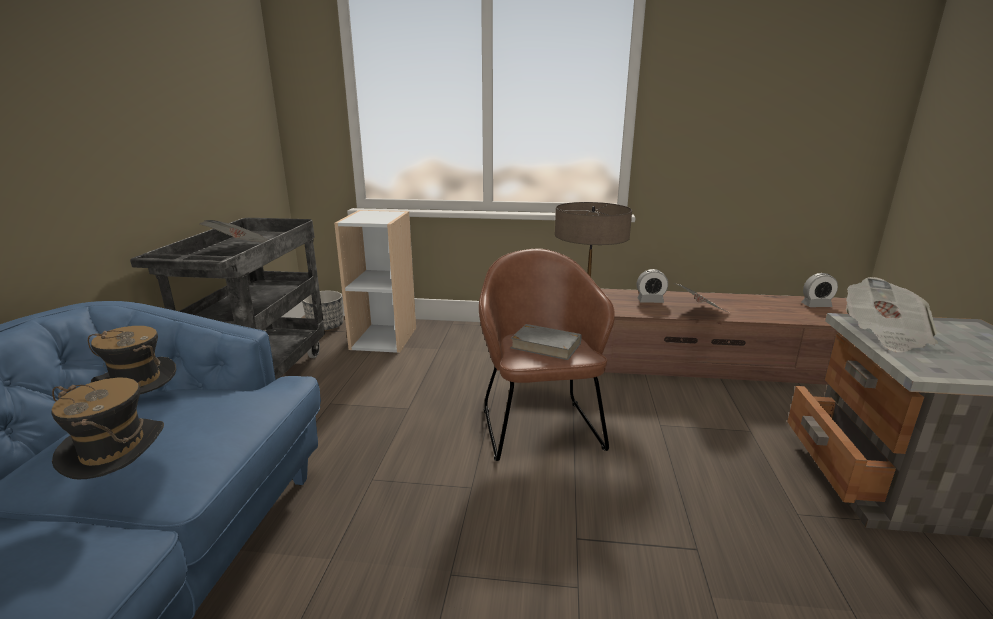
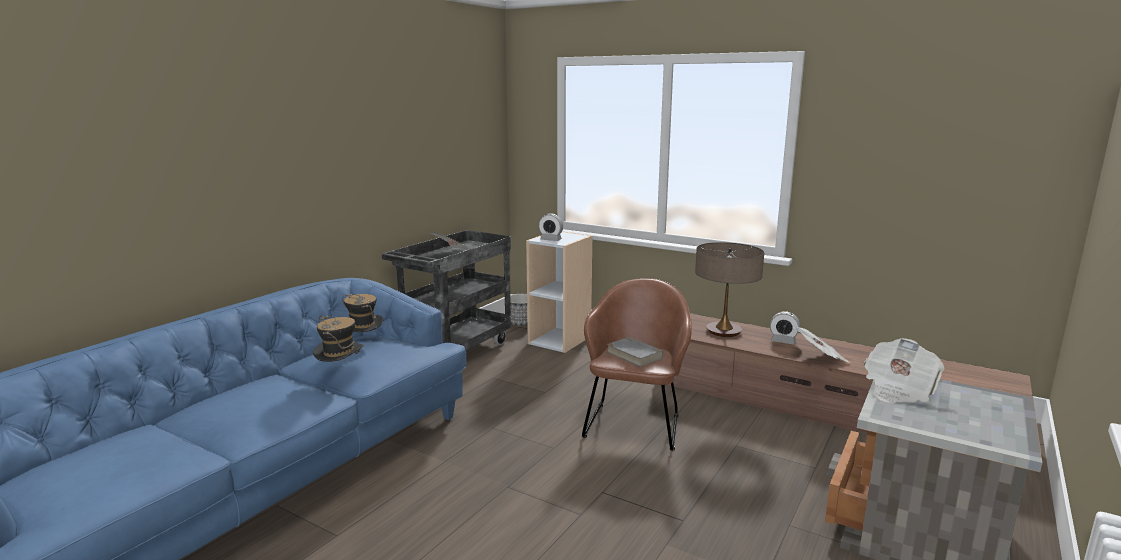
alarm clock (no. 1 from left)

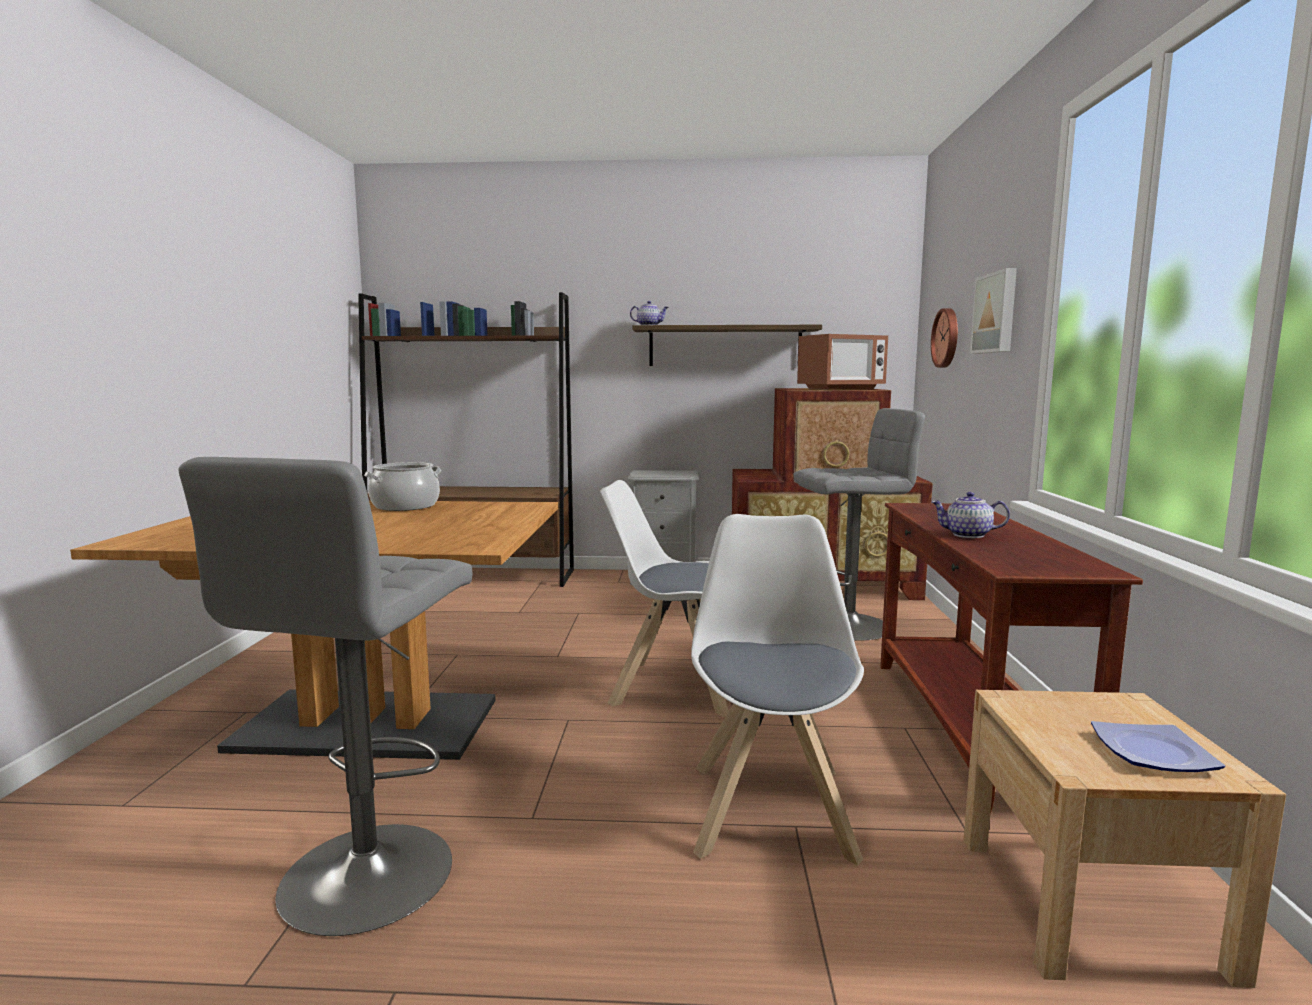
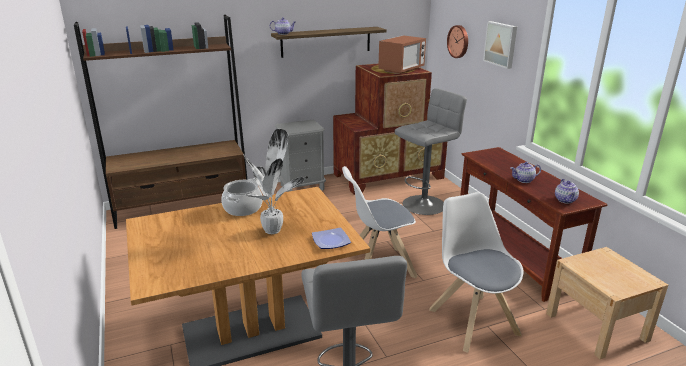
flat dish
houseplant
tea pot (no. 3 from left)

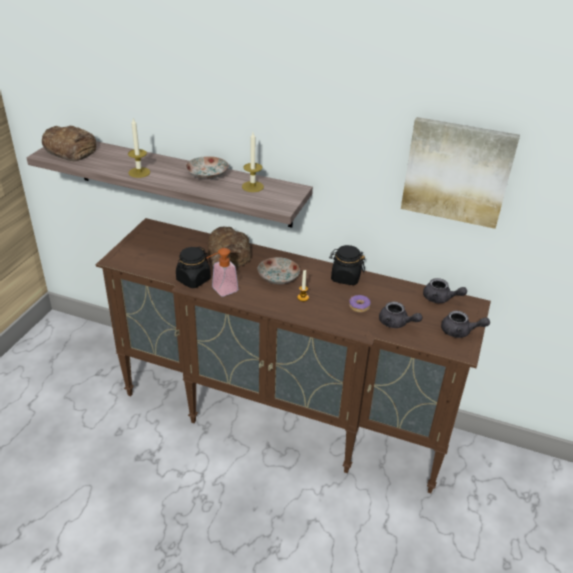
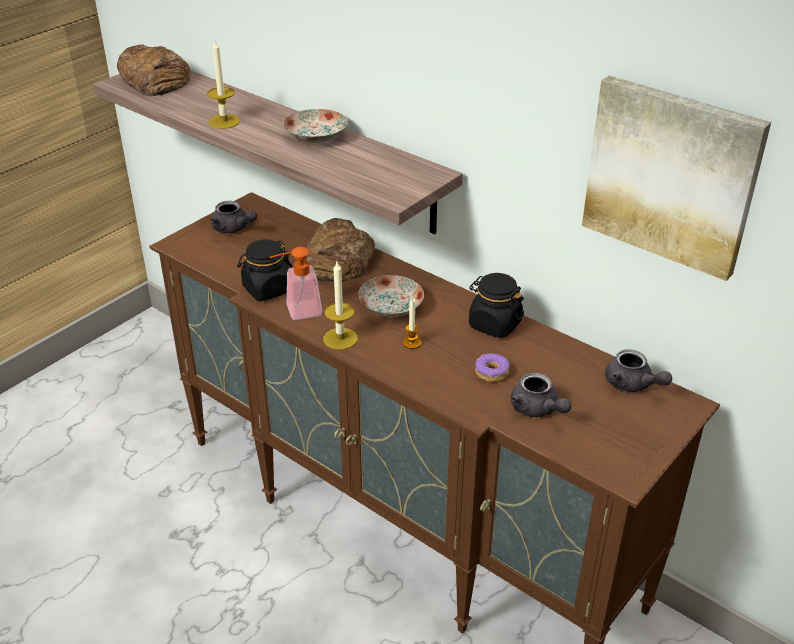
candle (no. 2 from left)
greyish tea pot (no. 1 from left)

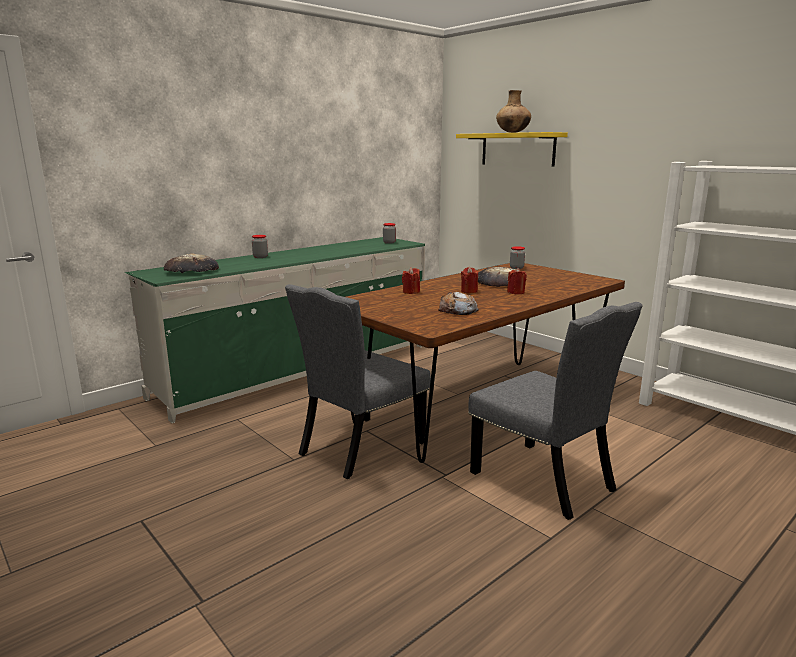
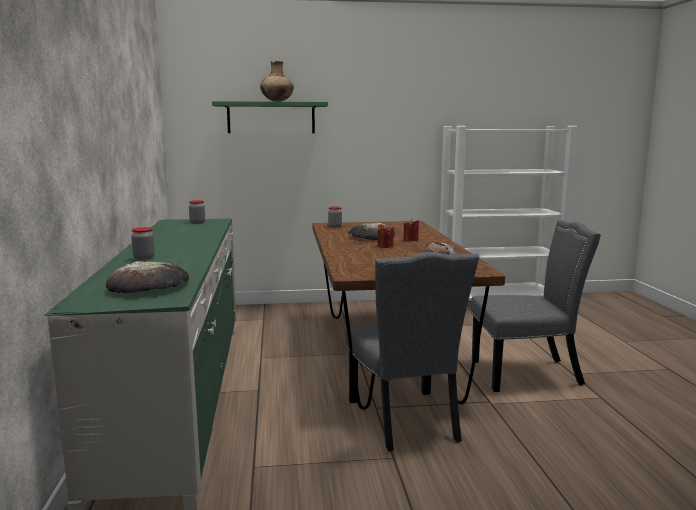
red-coloured candle (no. 1 from left in the first image)
greenish bracket shelf

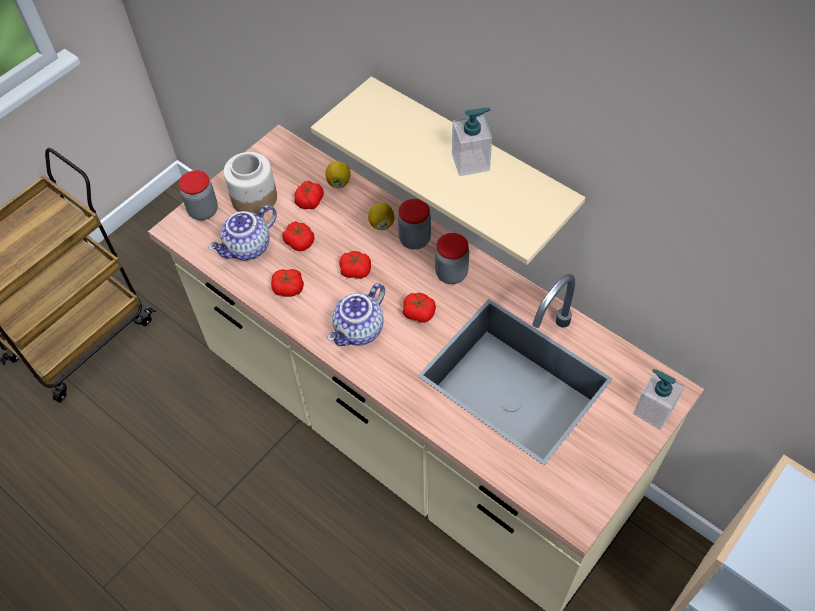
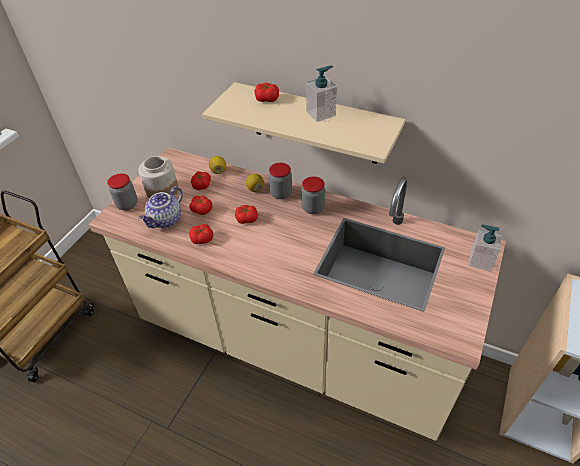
tea pot (no. 2 from left in the first image)
tomato (no. 5 from left)

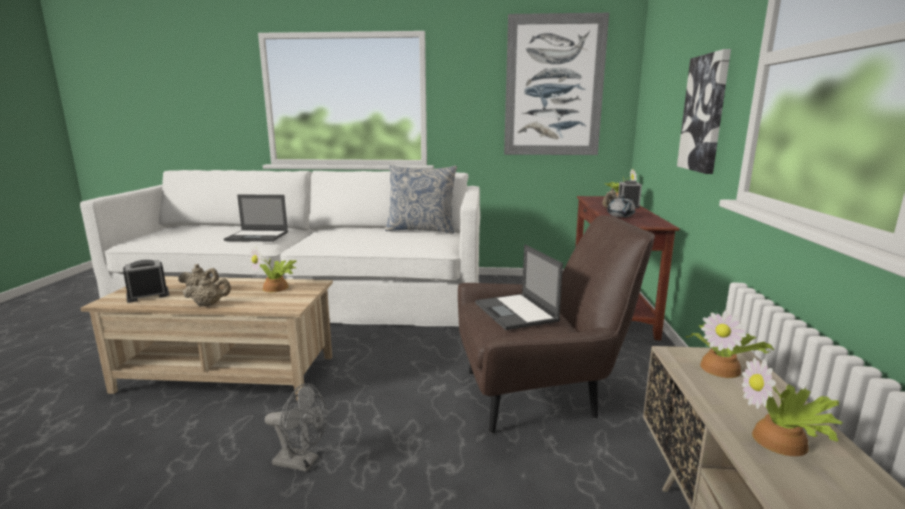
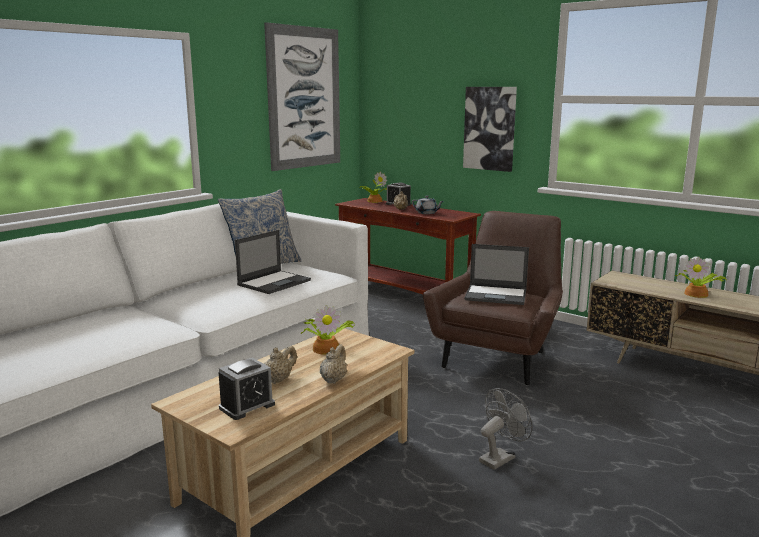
alarm clock (no. 1 from left)
notebook computer (no. 1 from left)
houseplant (no. 3 from left in the first image)

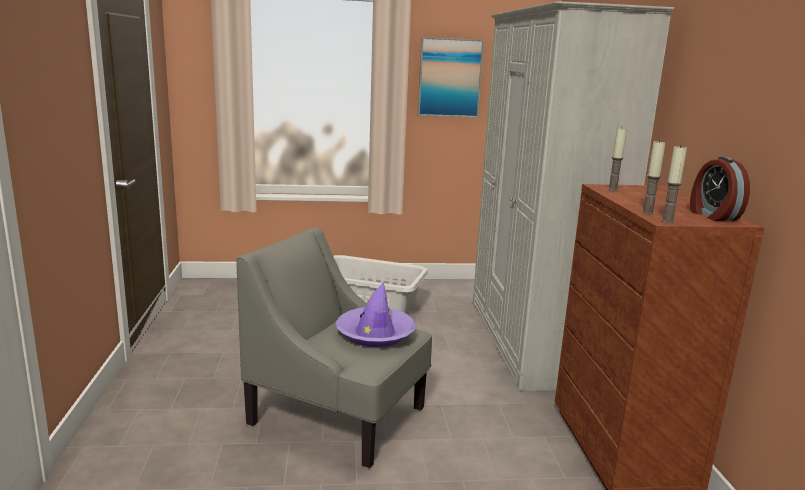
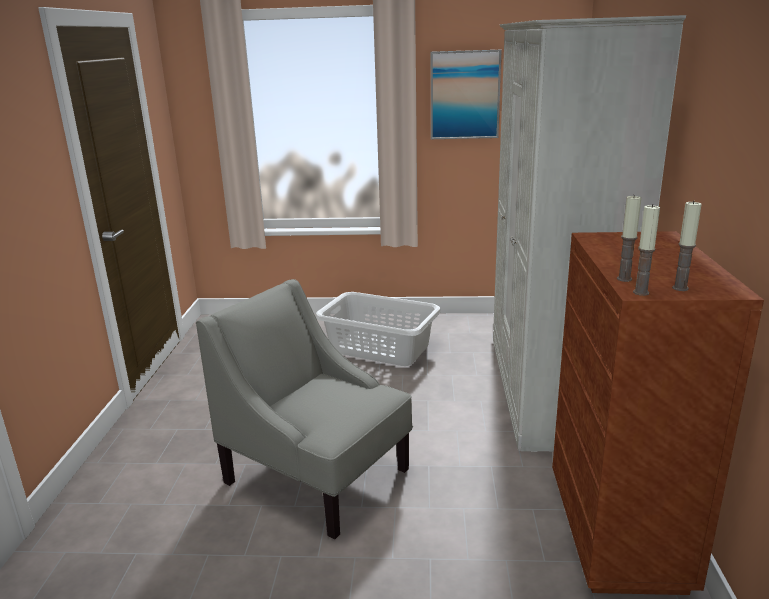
purplish hat
candle (no. 3 from left)
alarm clock

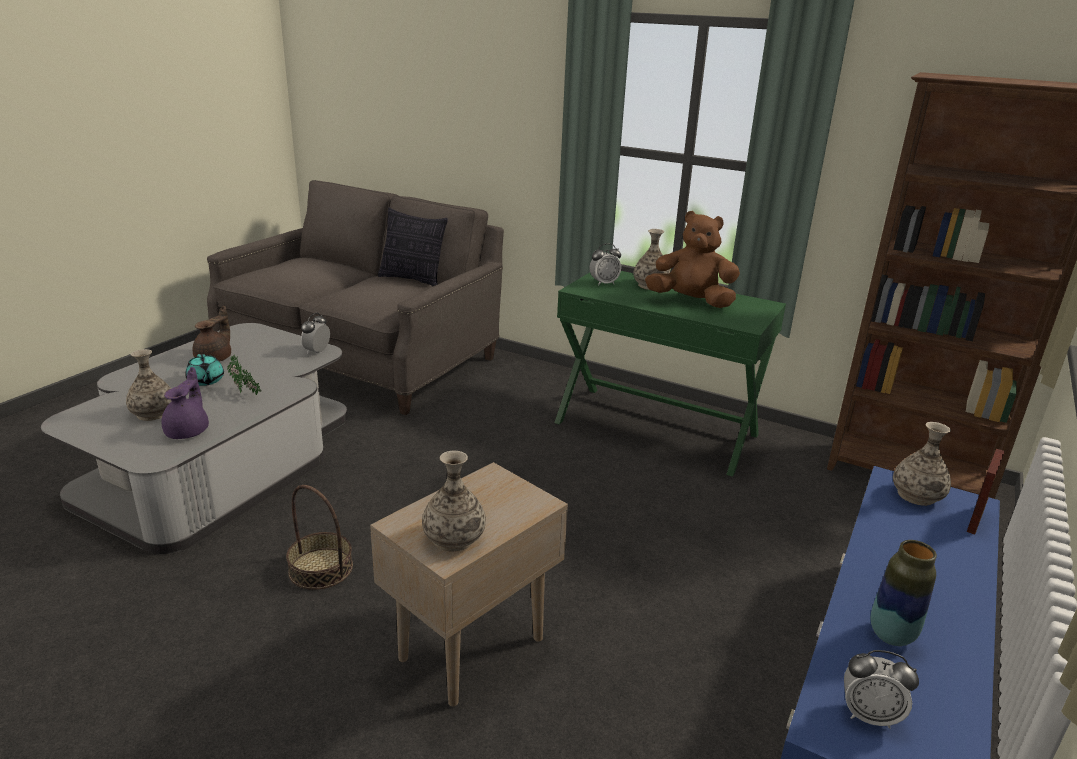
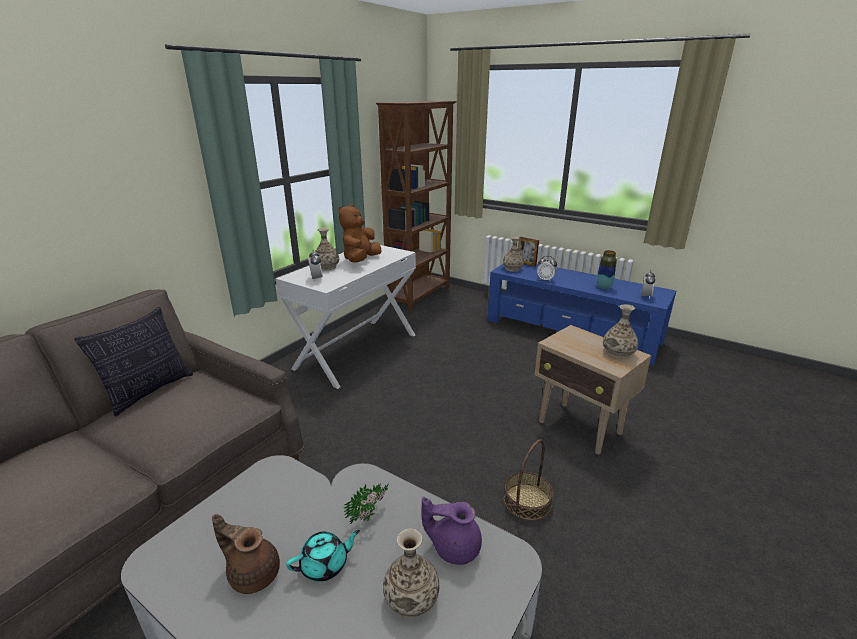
alarm clock (no. 2 from left)
white console table

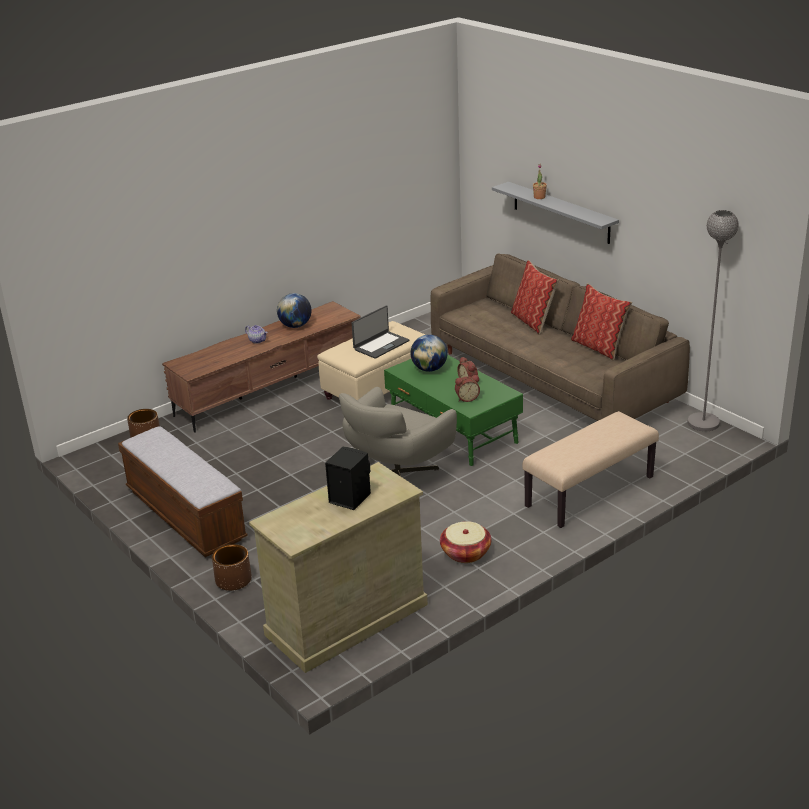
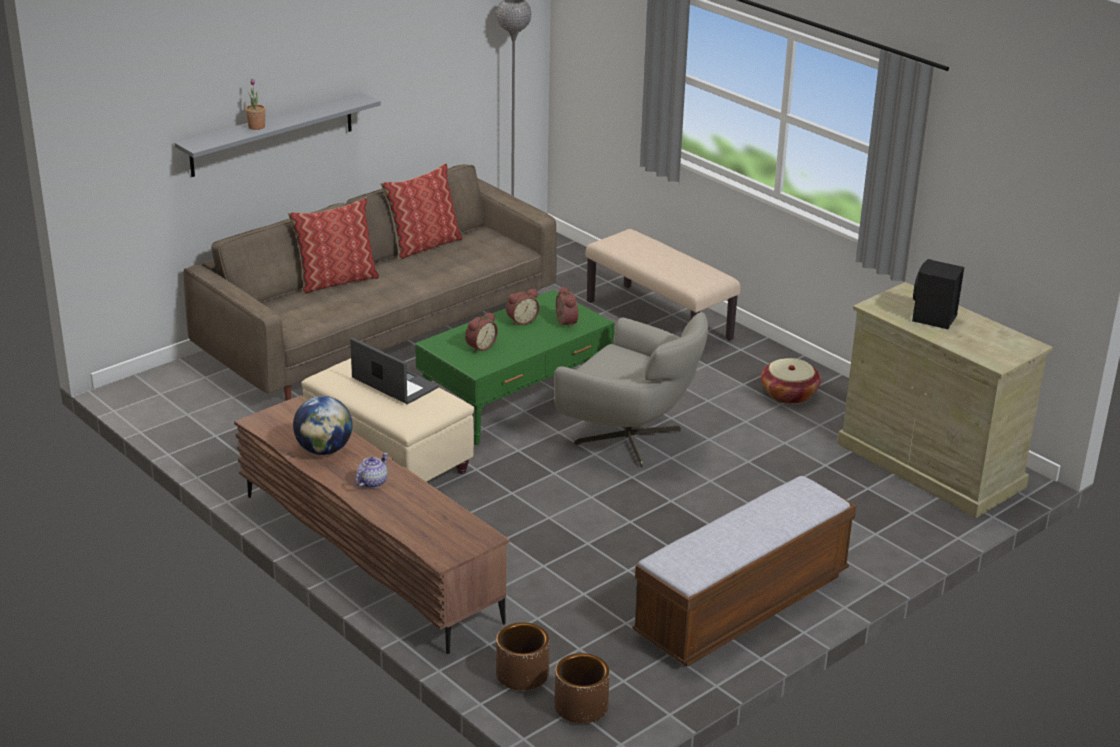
brown plant pot (no. 2 from left)
alarm clock (no. 1 from left)

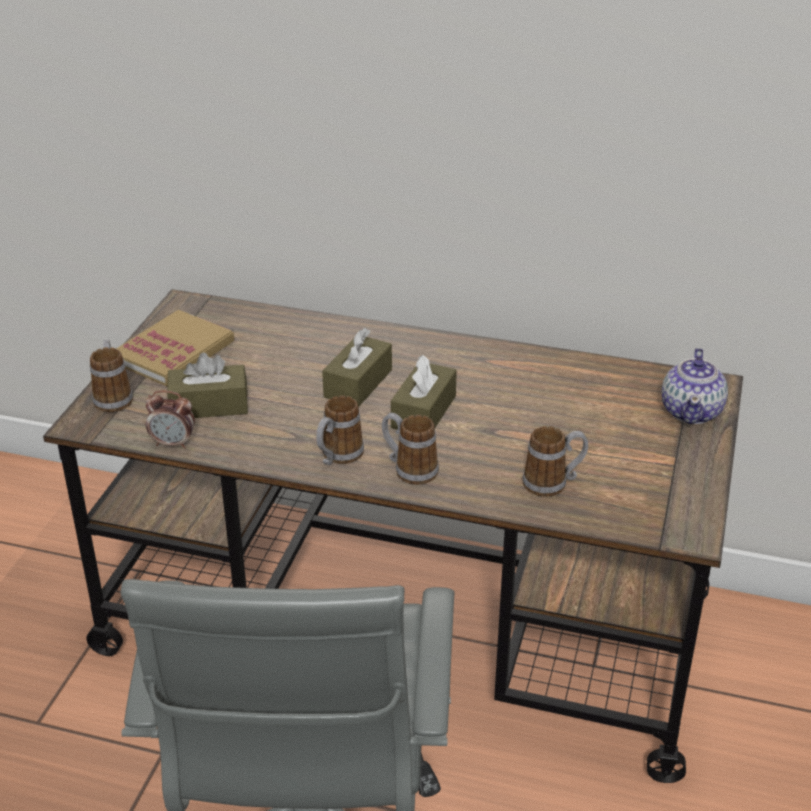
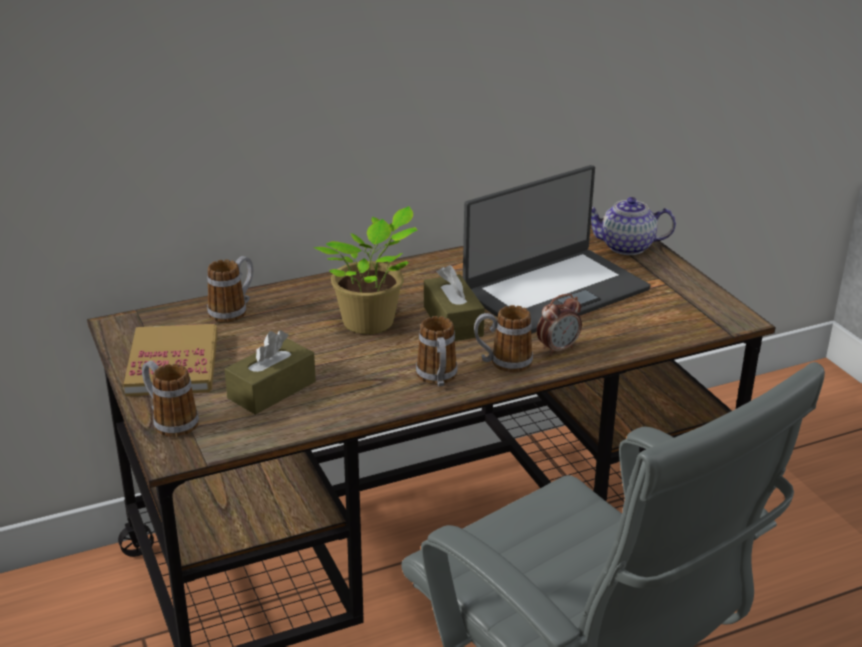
alarm clock
houseplant
mug (no. 2 from left)
tea pot
notebook computer

